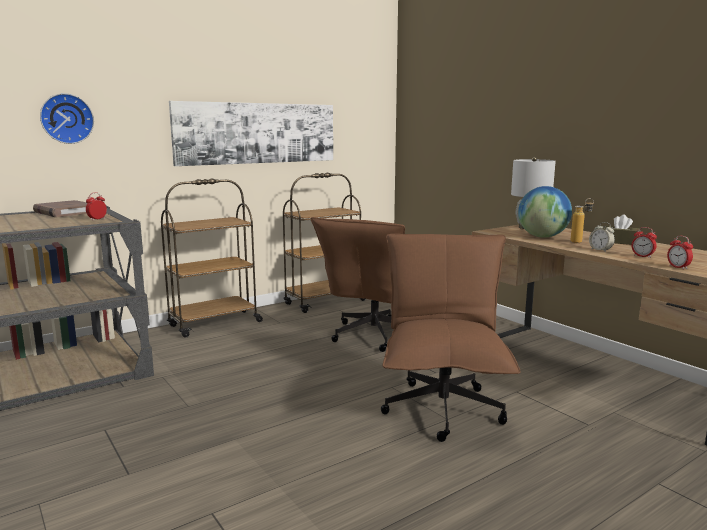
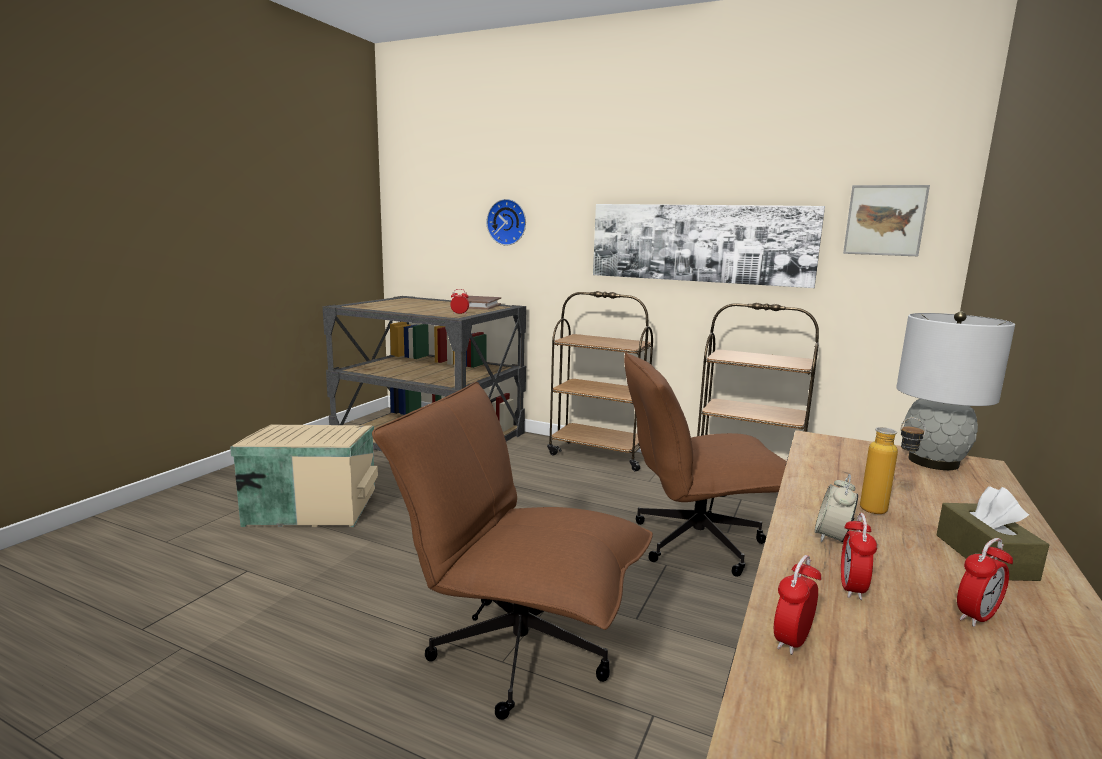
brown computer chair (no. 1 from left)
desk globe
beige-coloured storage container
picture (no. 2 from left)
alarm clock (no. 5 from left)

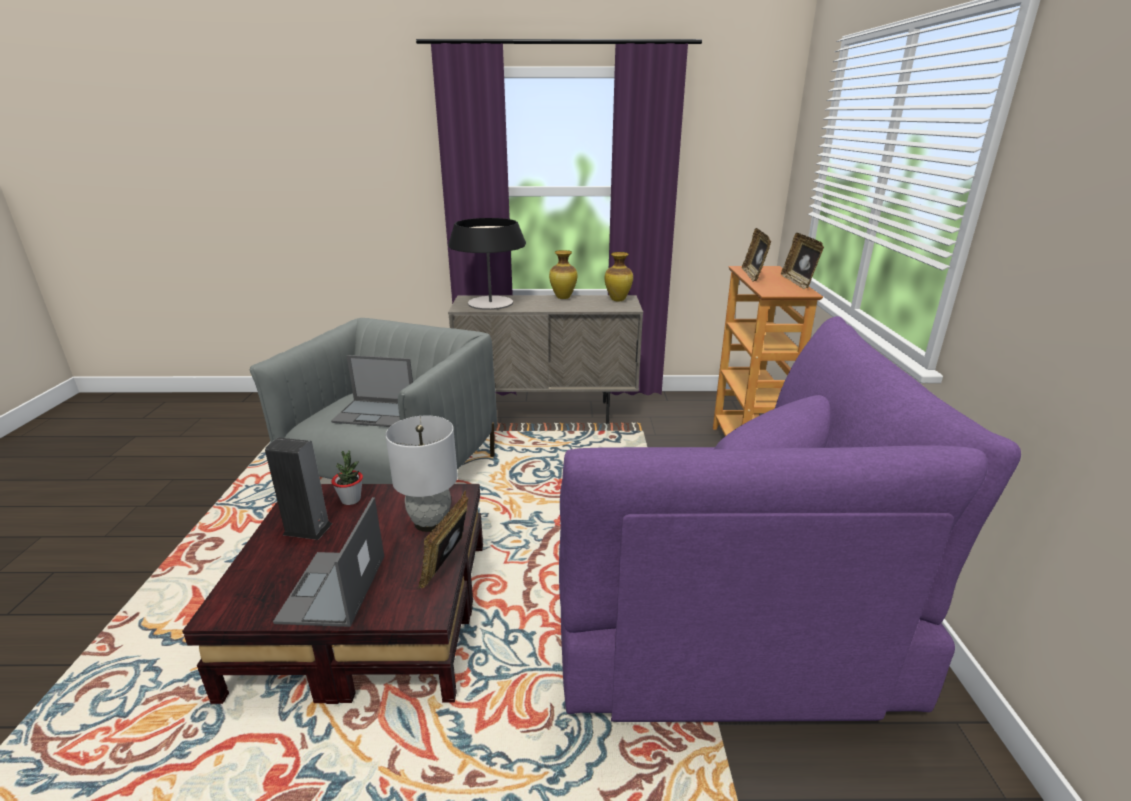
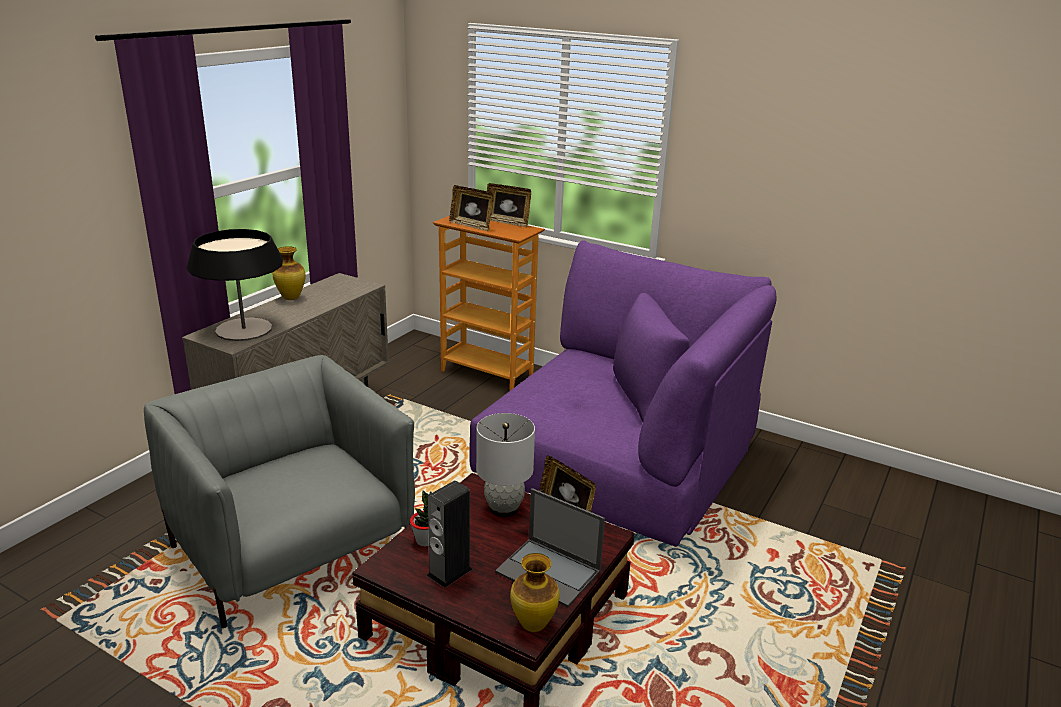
notebook computer (no. 2 from left in the first image)
vase (no. 2 from left)

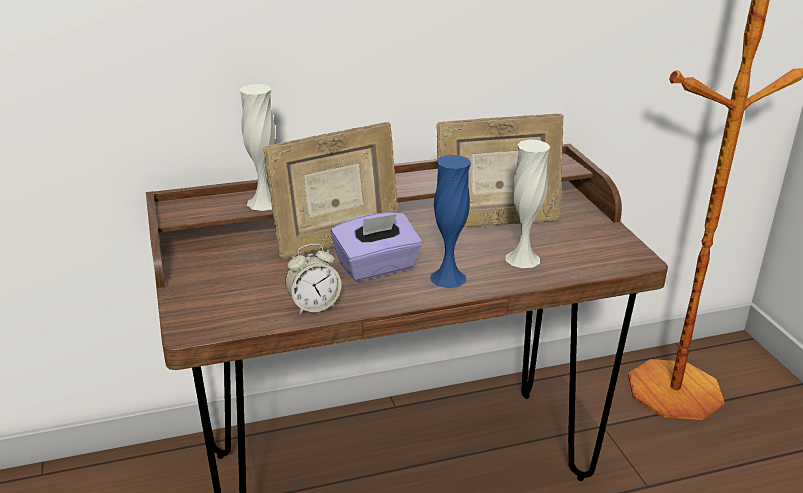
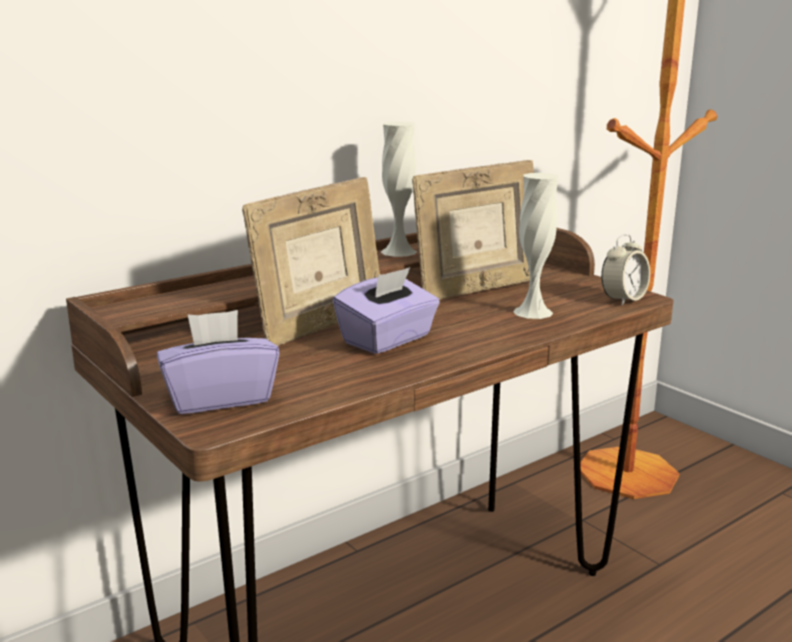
white vase (no. 1 from left)
alarm clock
blue-coloured vase
purplish box of tissues (no. 1 from left)

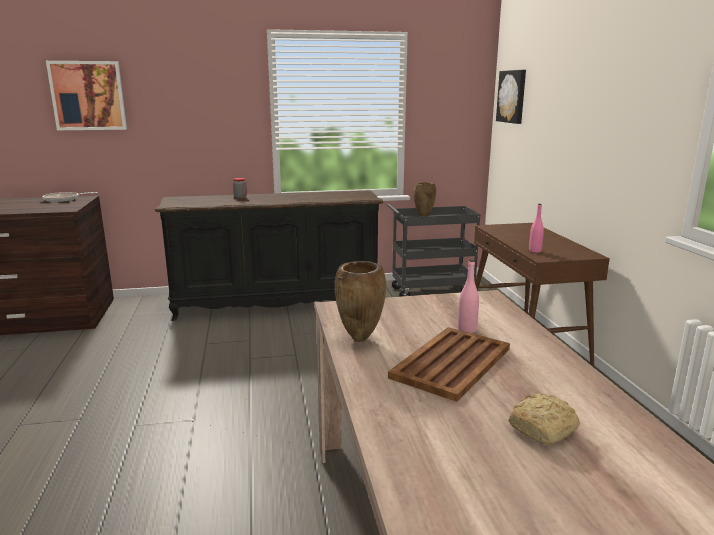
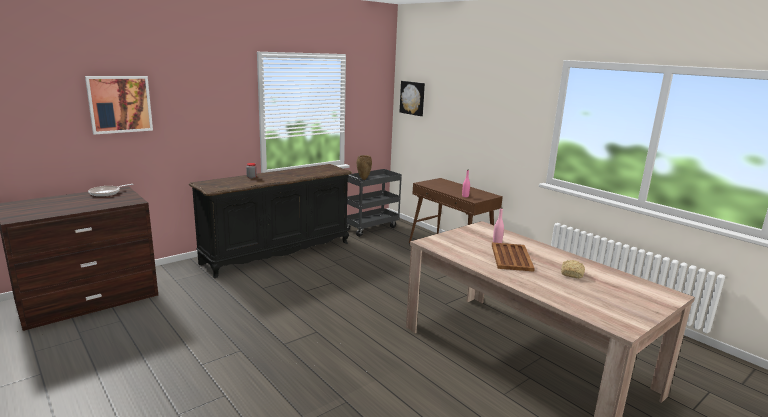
brown vase (no. 1 from left in the first image)

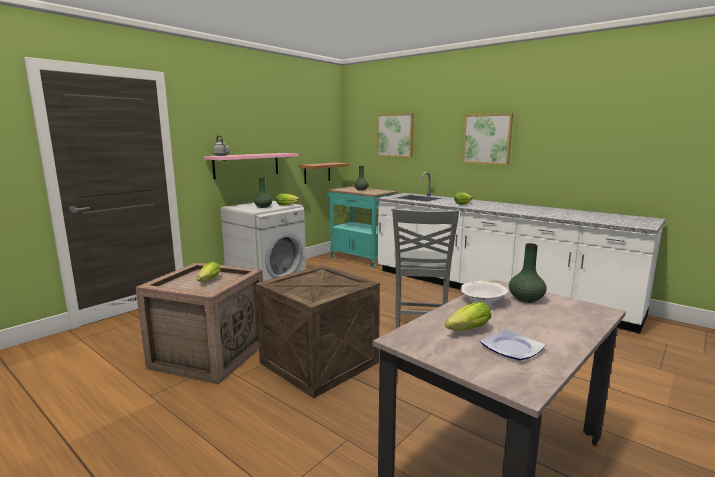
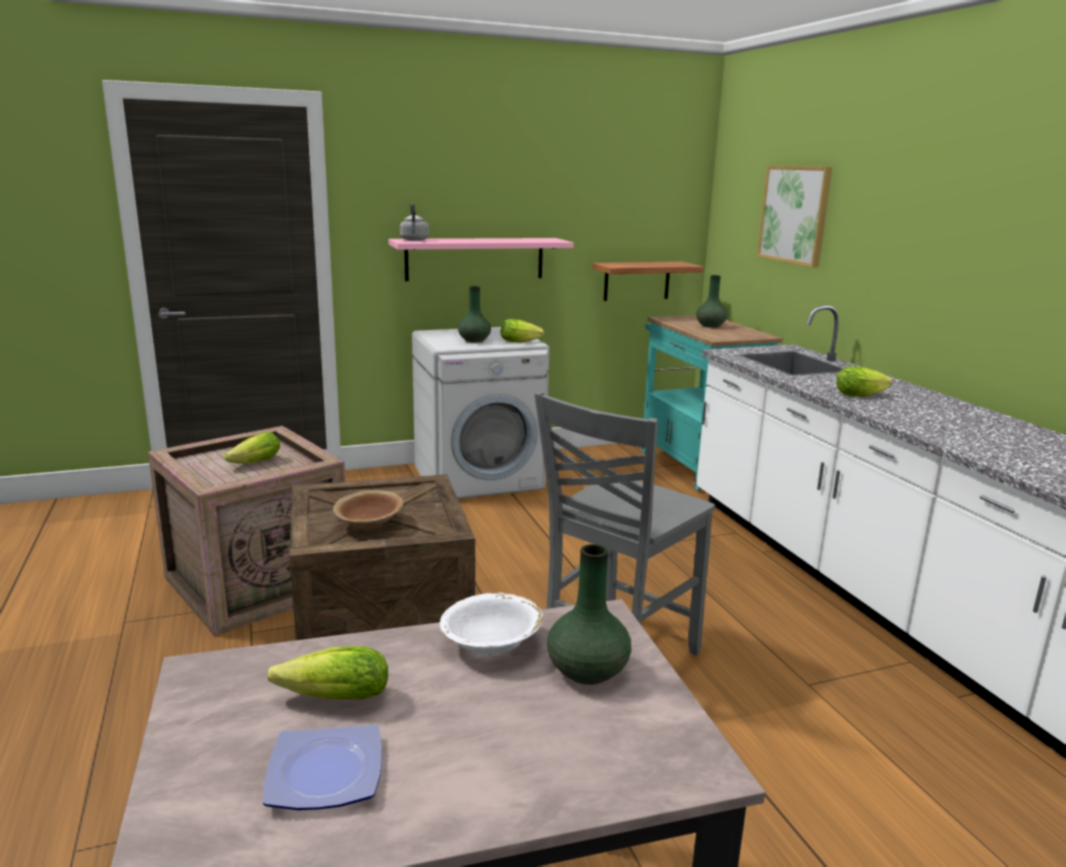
picture (no. 2 from left in the first image)
brown serving bowl

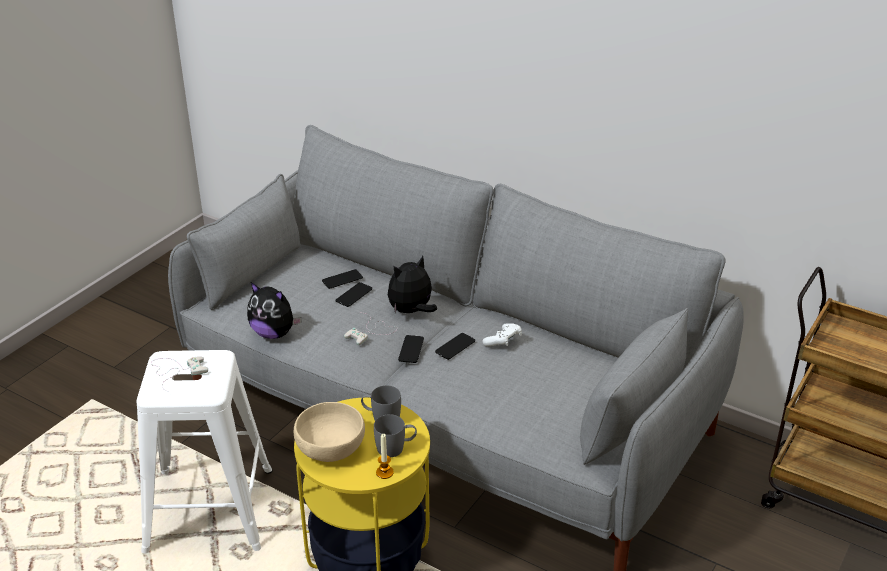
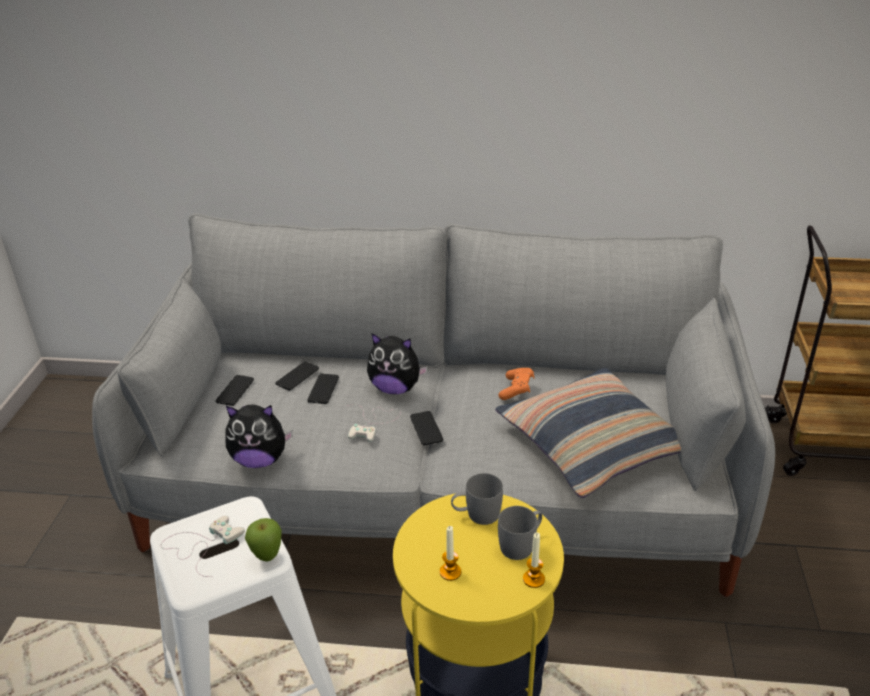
candle (no. 1 from left)
plush toy (no. 2 from left)
handset (no. 1 from left)
orange joypad
apple fruit
throw pillow

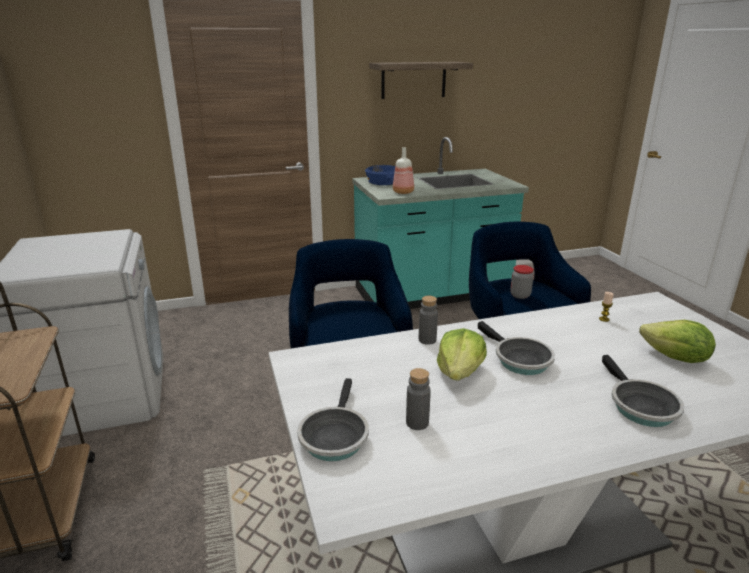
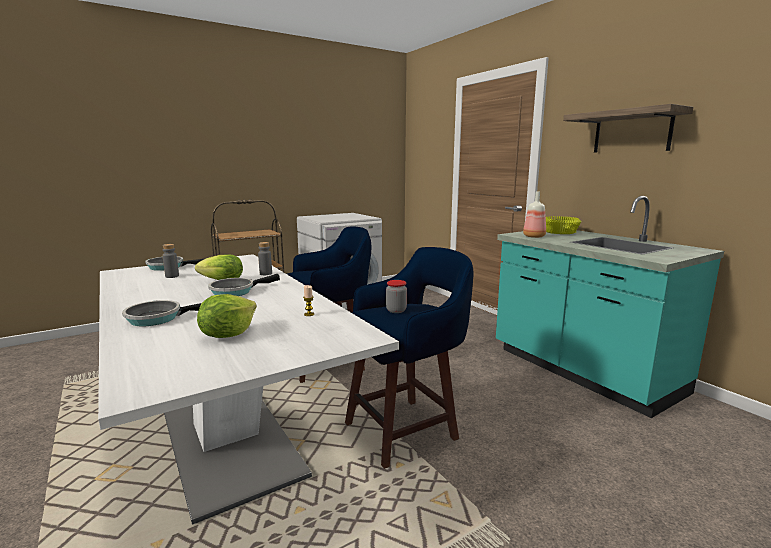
yellow serving bowl

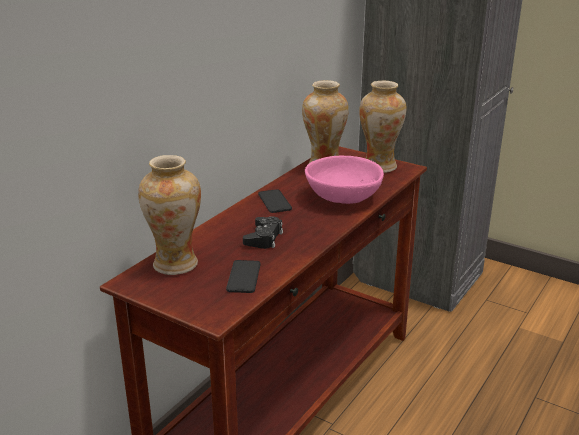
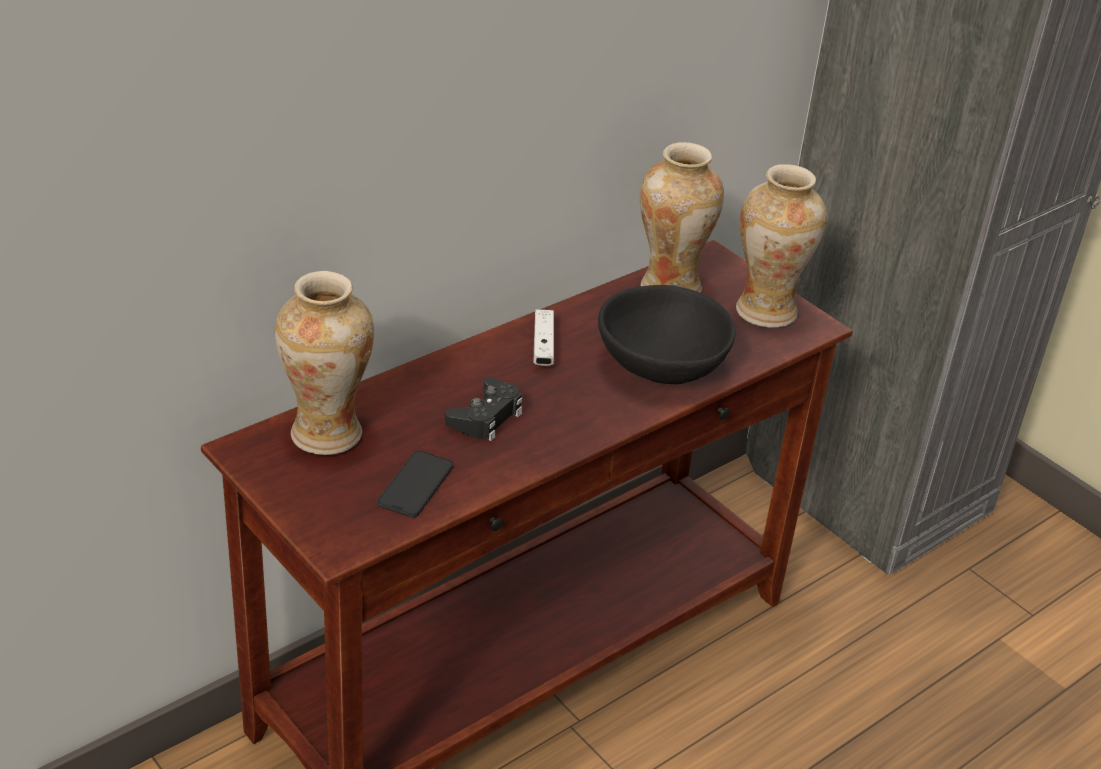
white joypad
black-coloured serving bowl

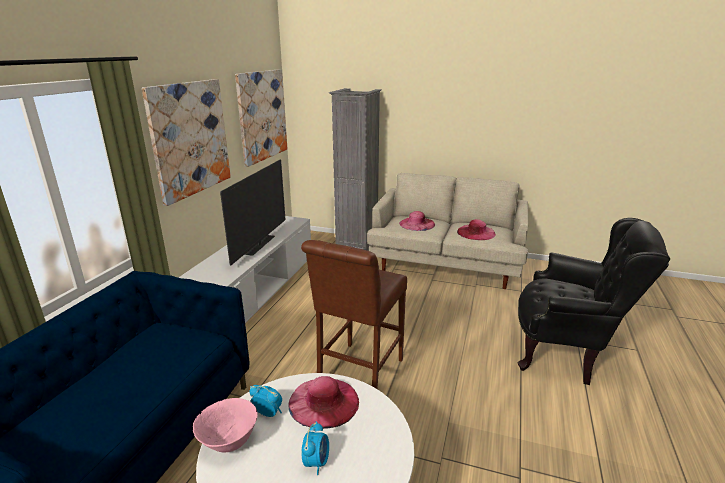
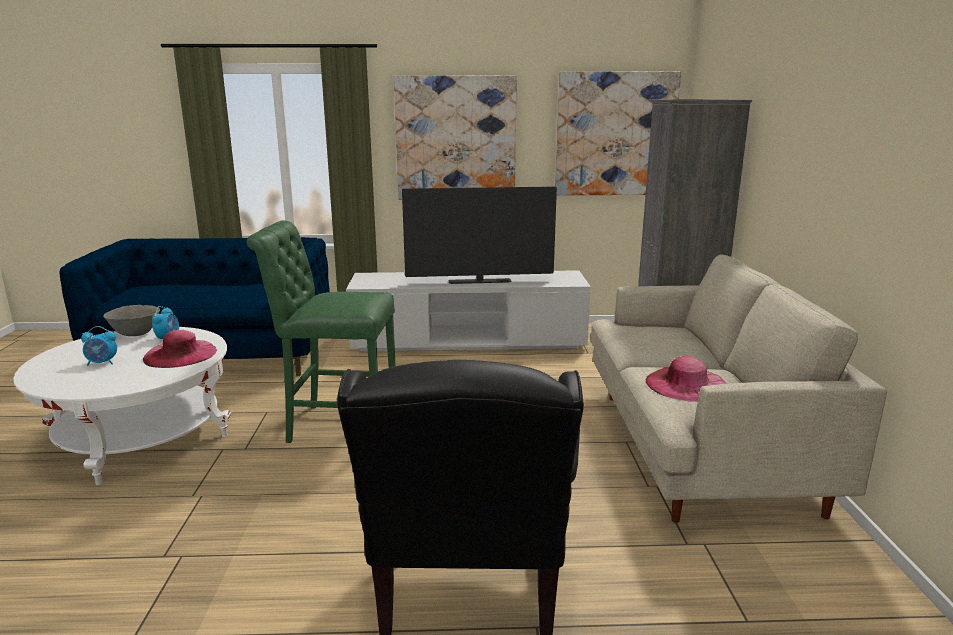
greyish serving bowl
greenish sitting stool
pink-coloured hat (no. 2 from left in the first image)

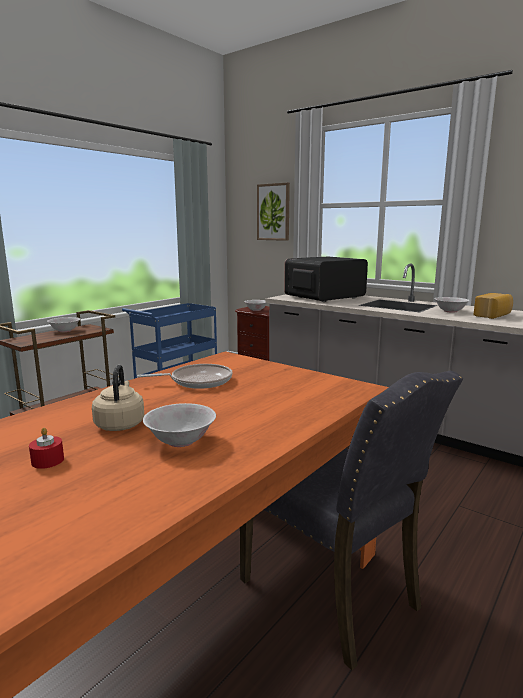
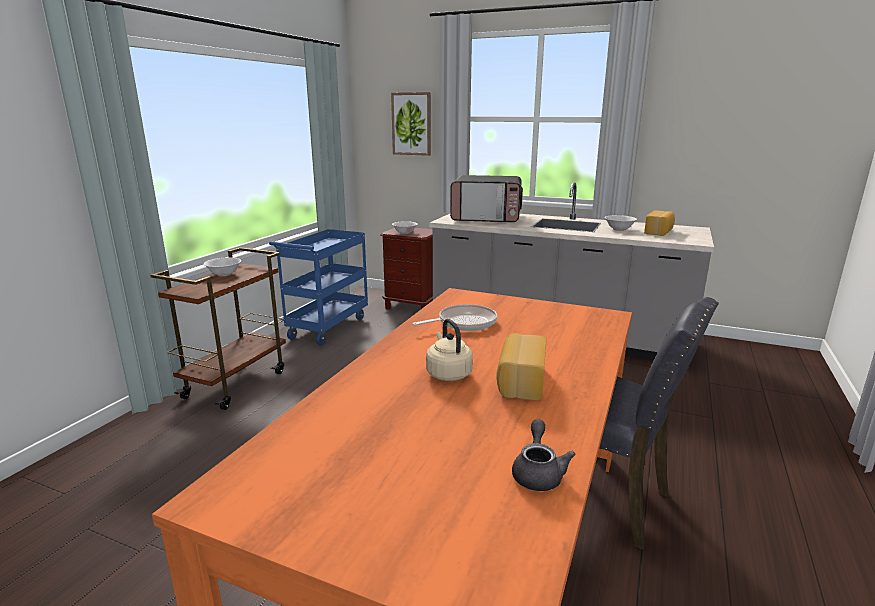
red-coloured candle
bread (no. 1 from left)
microwave oven
greyish tea pot

